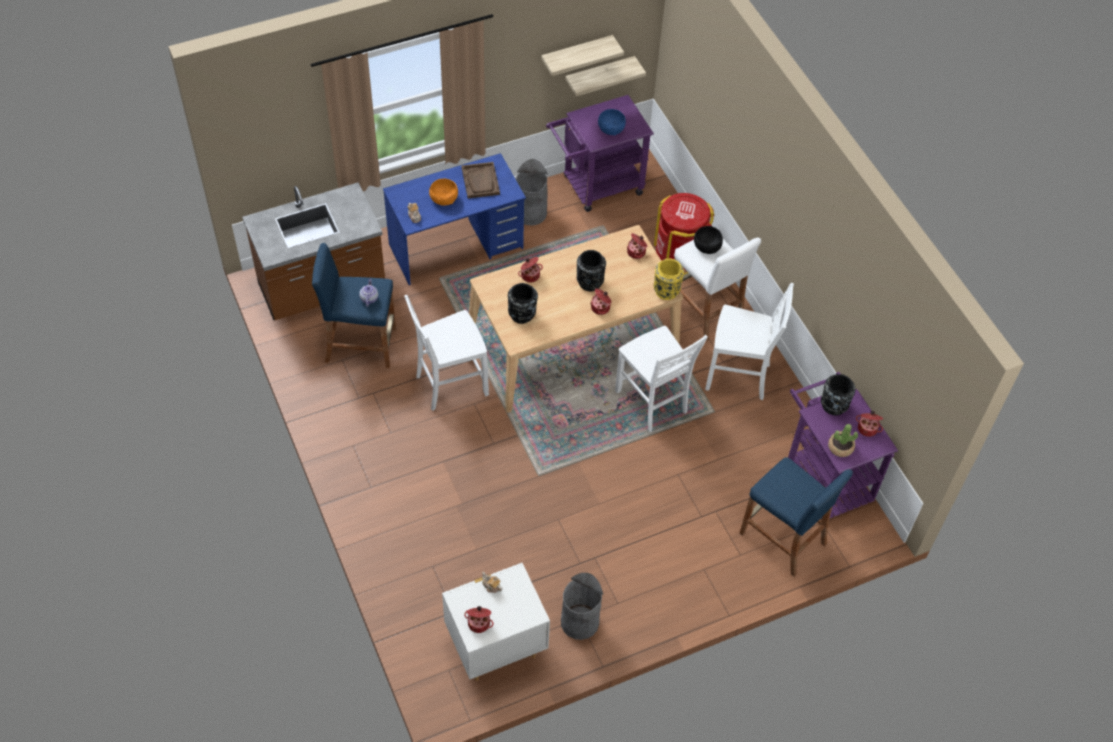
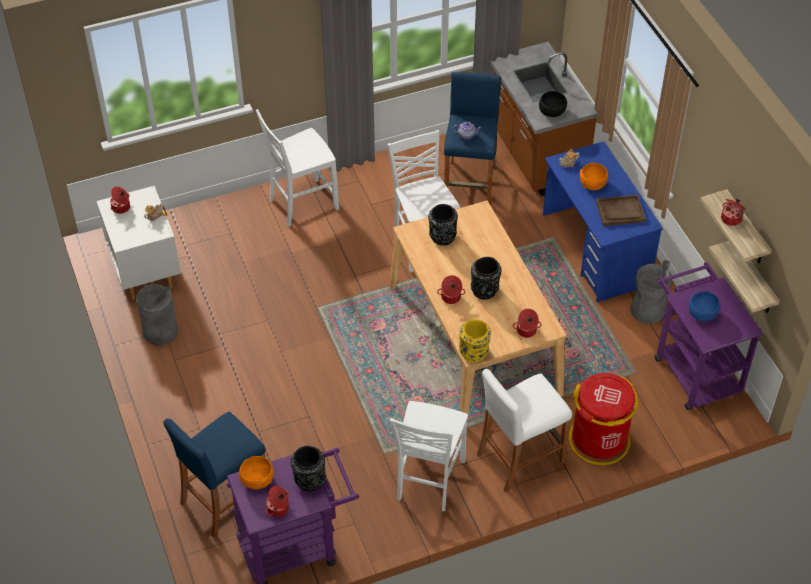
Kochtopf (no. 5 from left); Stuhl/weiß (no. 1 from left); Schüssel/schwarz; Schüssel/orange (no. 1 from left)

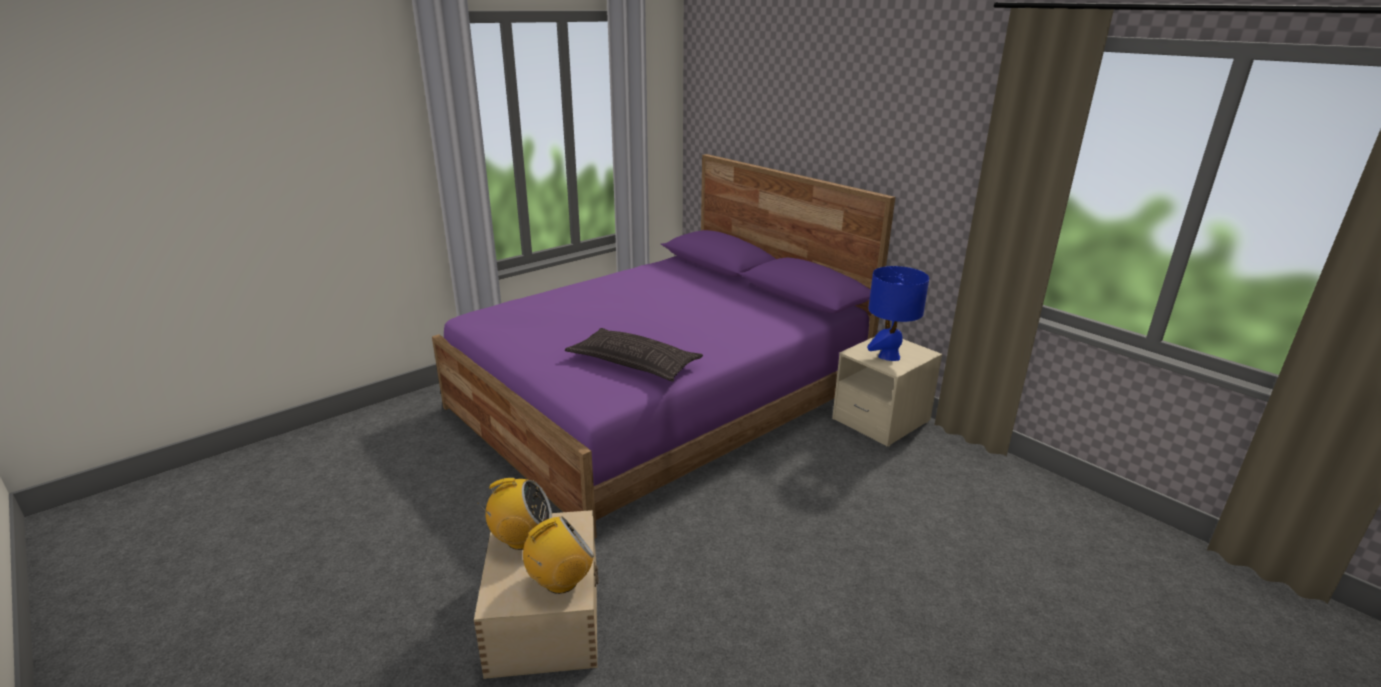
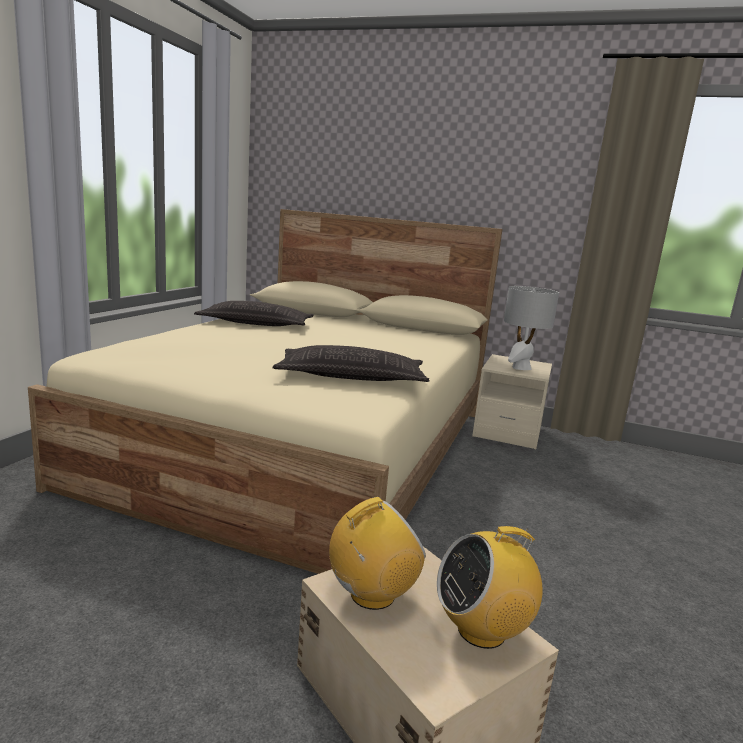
Bett/beige; Radio (no. 2 from left); Tischlampe/grau; Kissen (no. 1 from left)

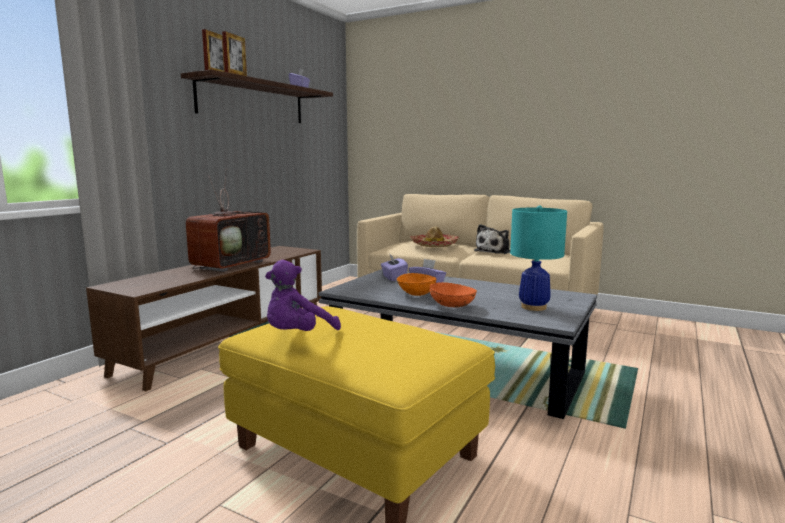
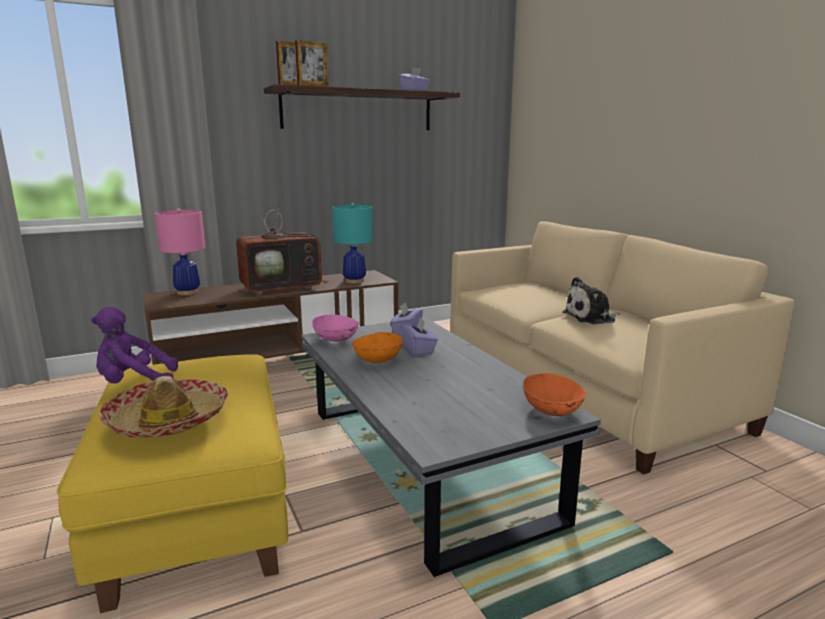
Hut; Schüssel/orange (no. 2 from left); Tischlampe/türkis; Tischlampe/rosa; Schüssel/rosa

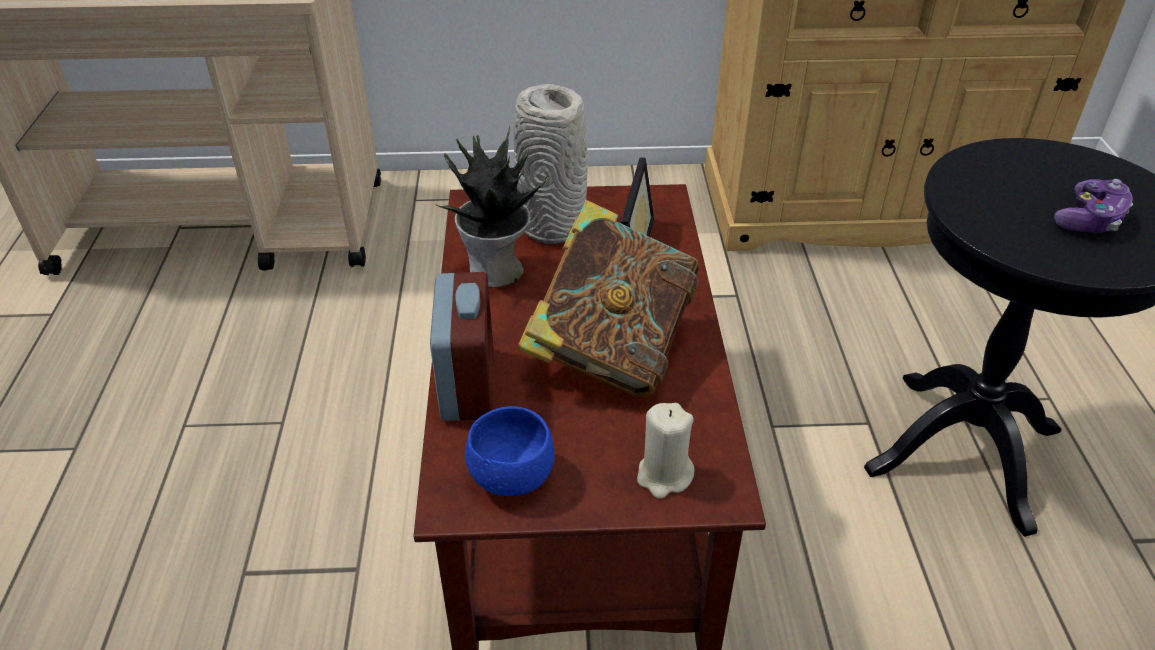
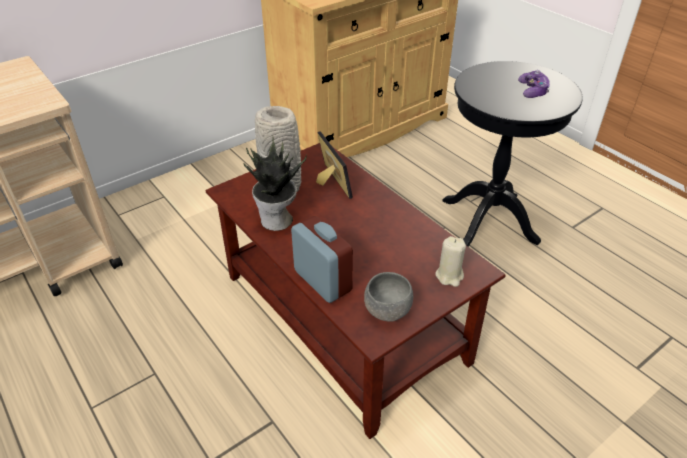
Schüssel/grau; Buch

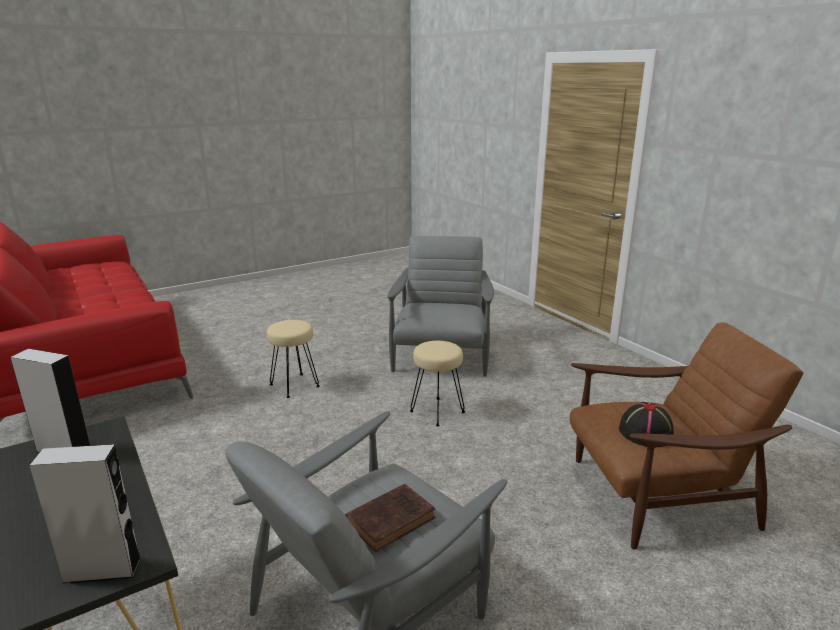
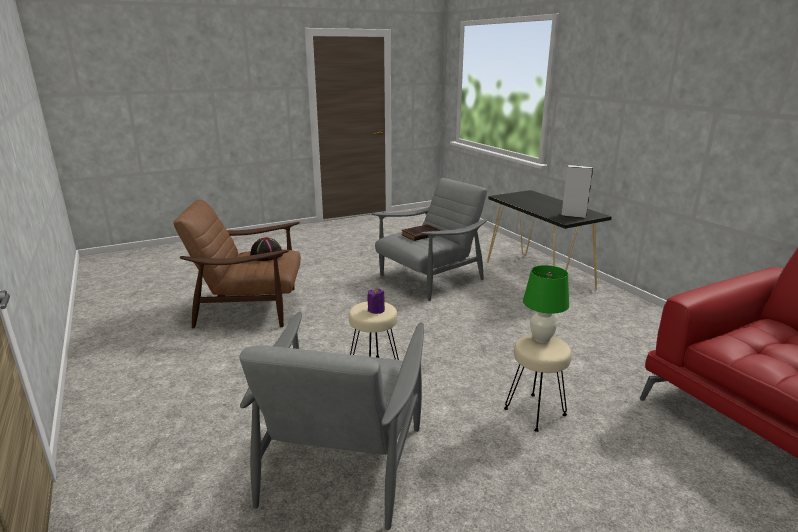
Lautsprecher/grau (no. 2 from left in the first image); Kerze/lila; Tischlampe/grün

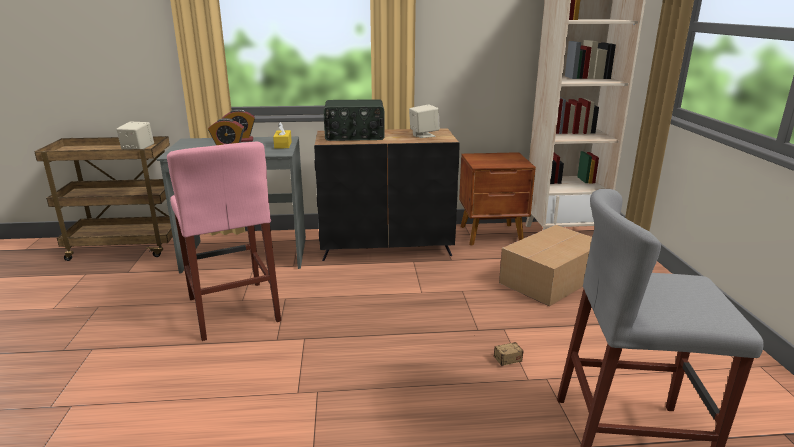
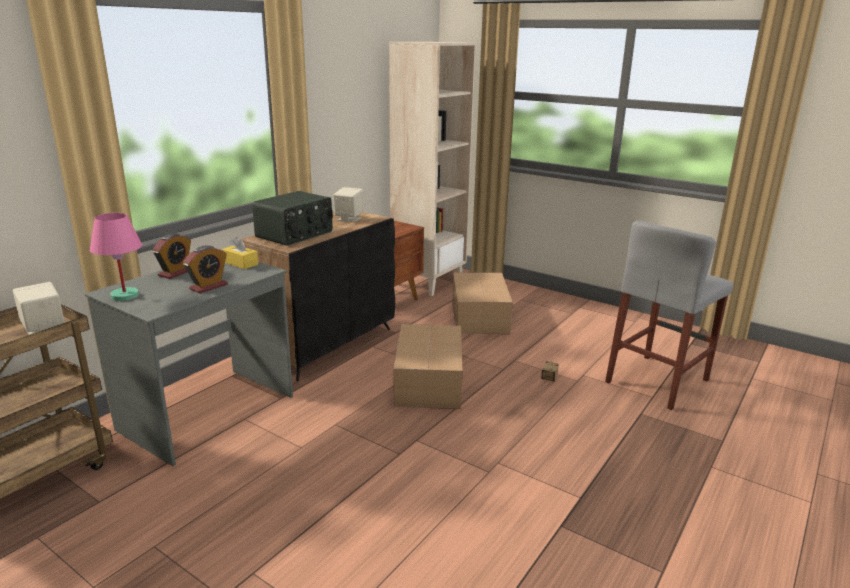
Hocker/rosa; Tischlampe/rosa; Karton (no. 1 from left)

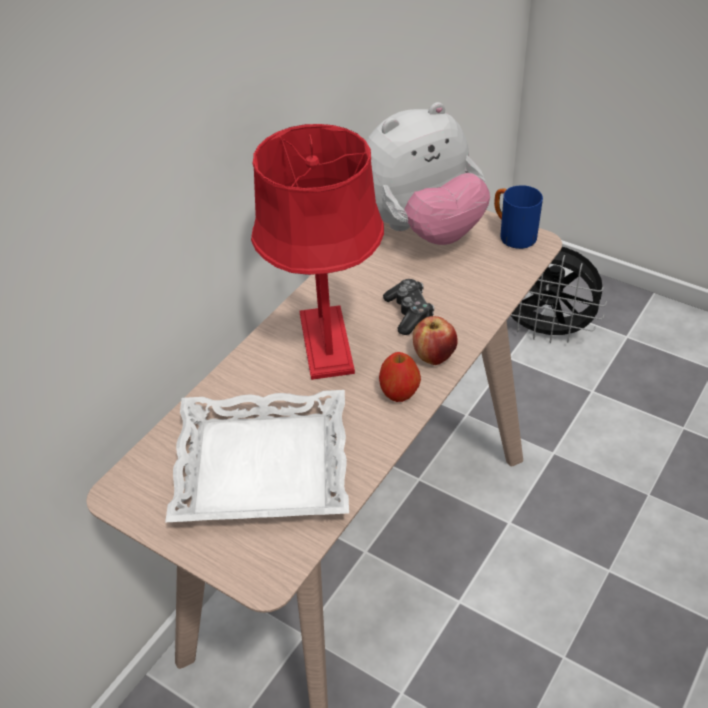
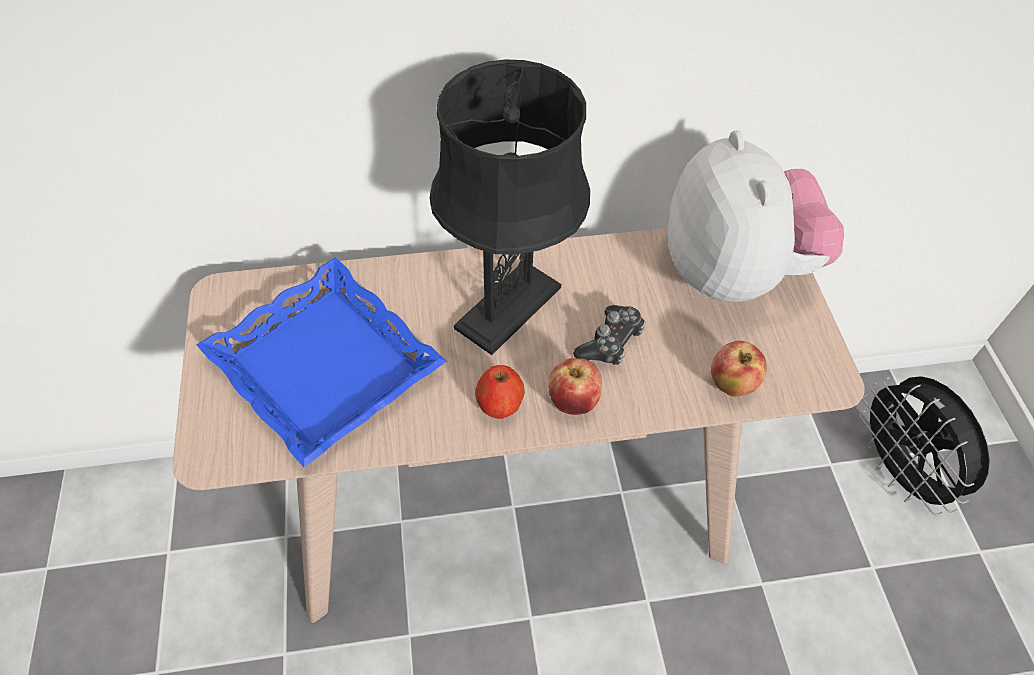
Tablett/blau; Tischlampe/schwarz; Plüschtier; Henkelbecher/blau; Apfel (no. 3 from left)

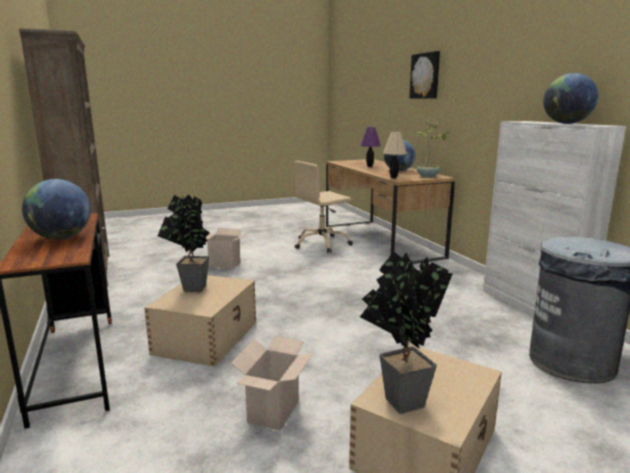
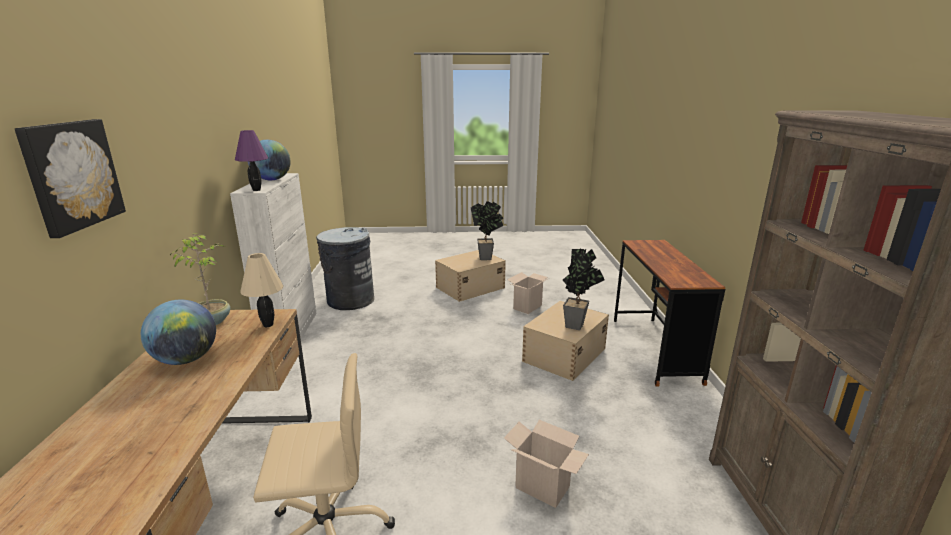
Globus (no. 1 from left in the first image); Tischlampe/lila

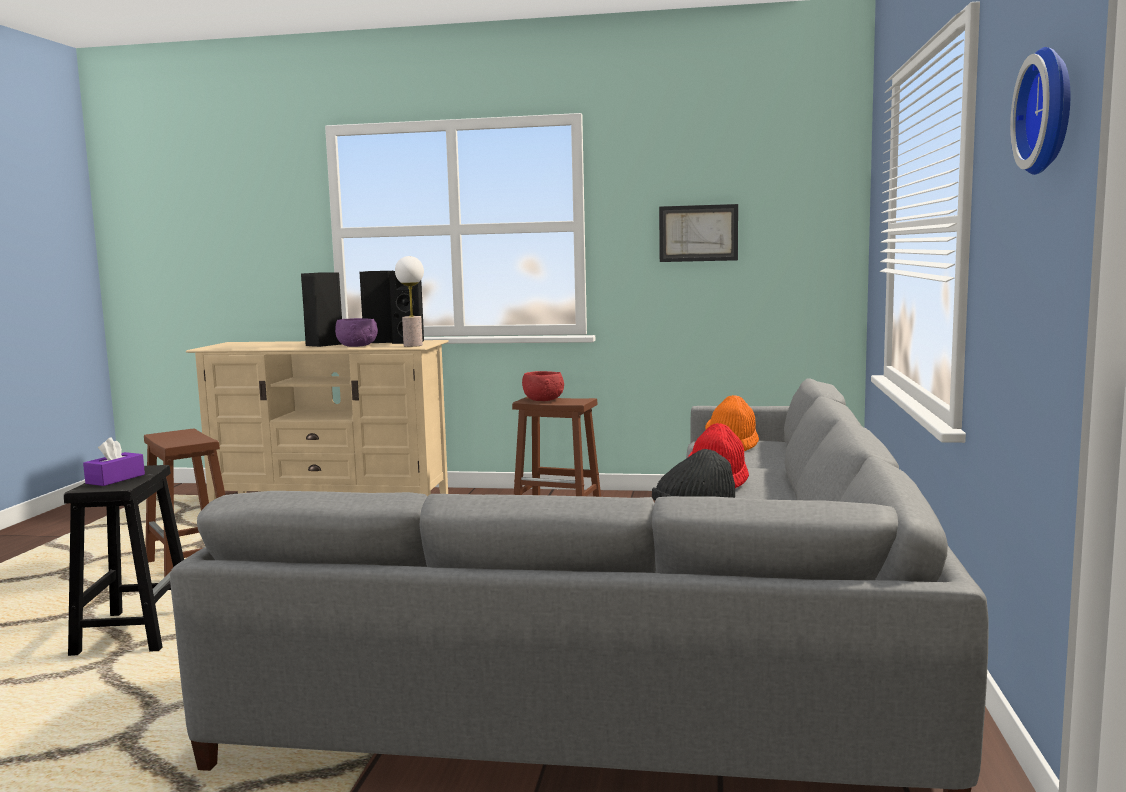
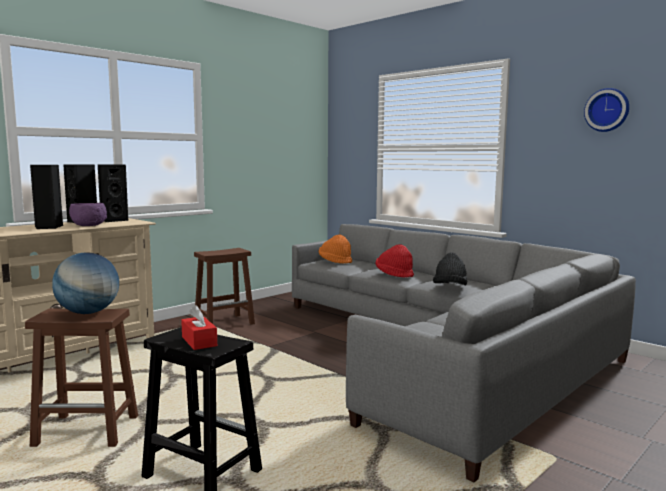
Taschentuchbox/rot; Tischlampe; Schüssel/rot; Bild; Globus

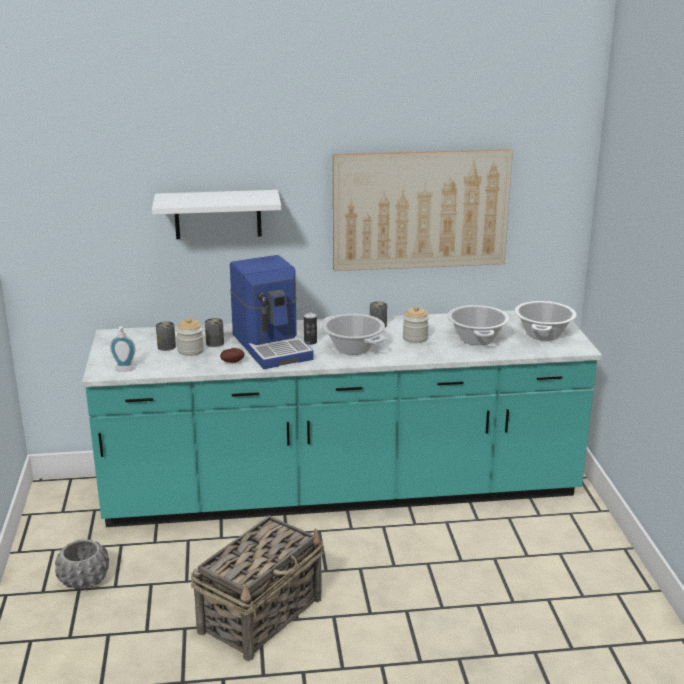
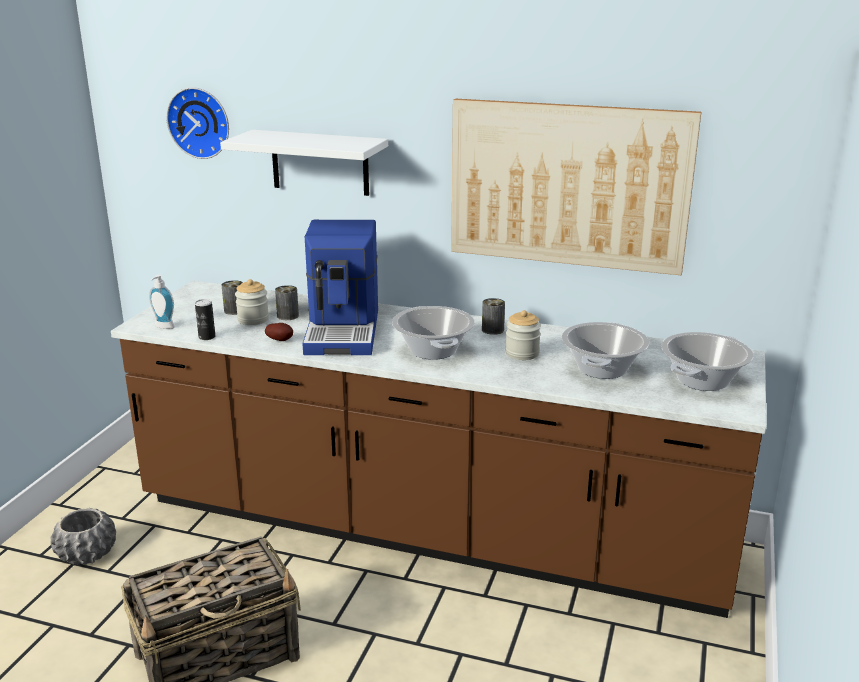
Küchenzeile/braun; Dose (no. 1 from left); Wanduhr

